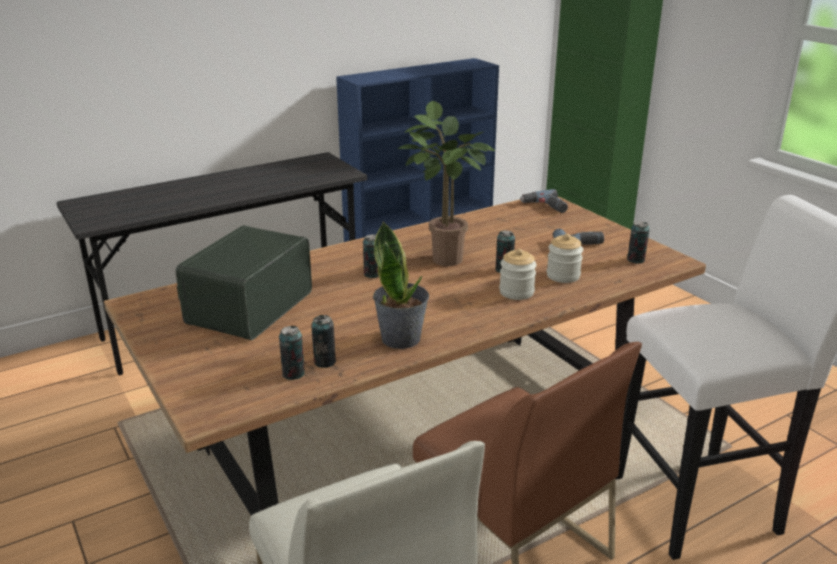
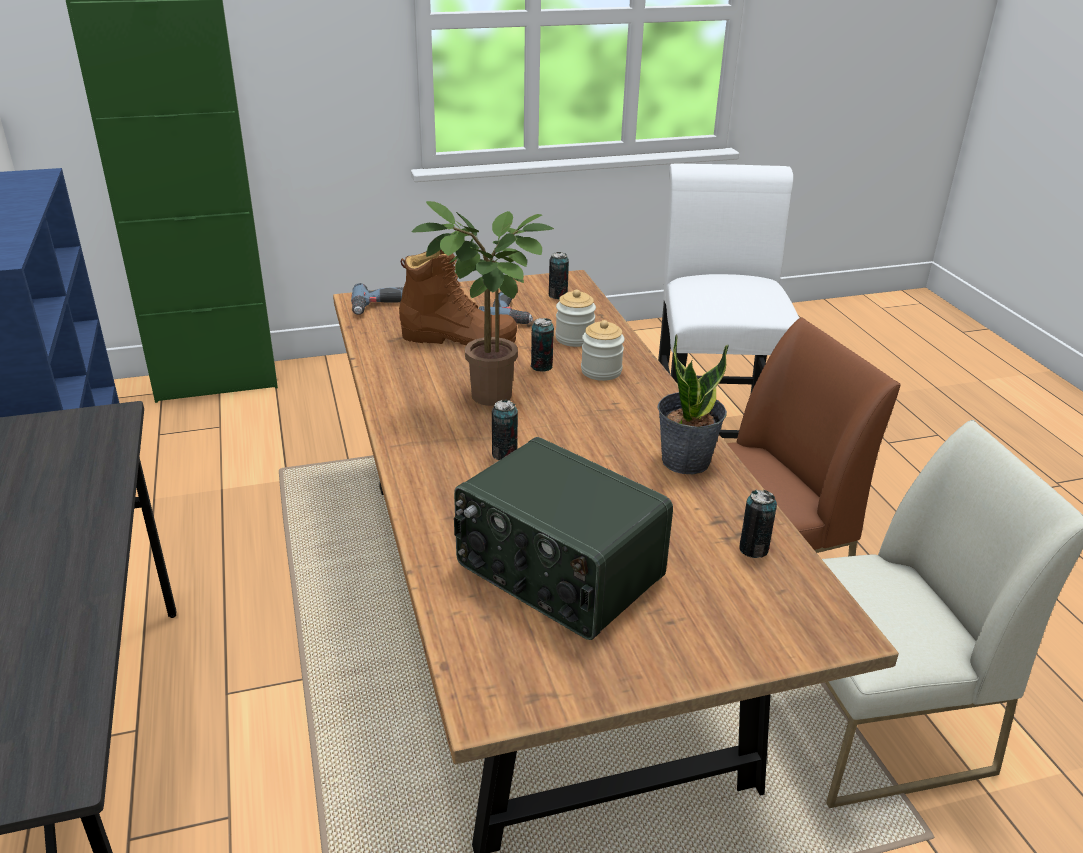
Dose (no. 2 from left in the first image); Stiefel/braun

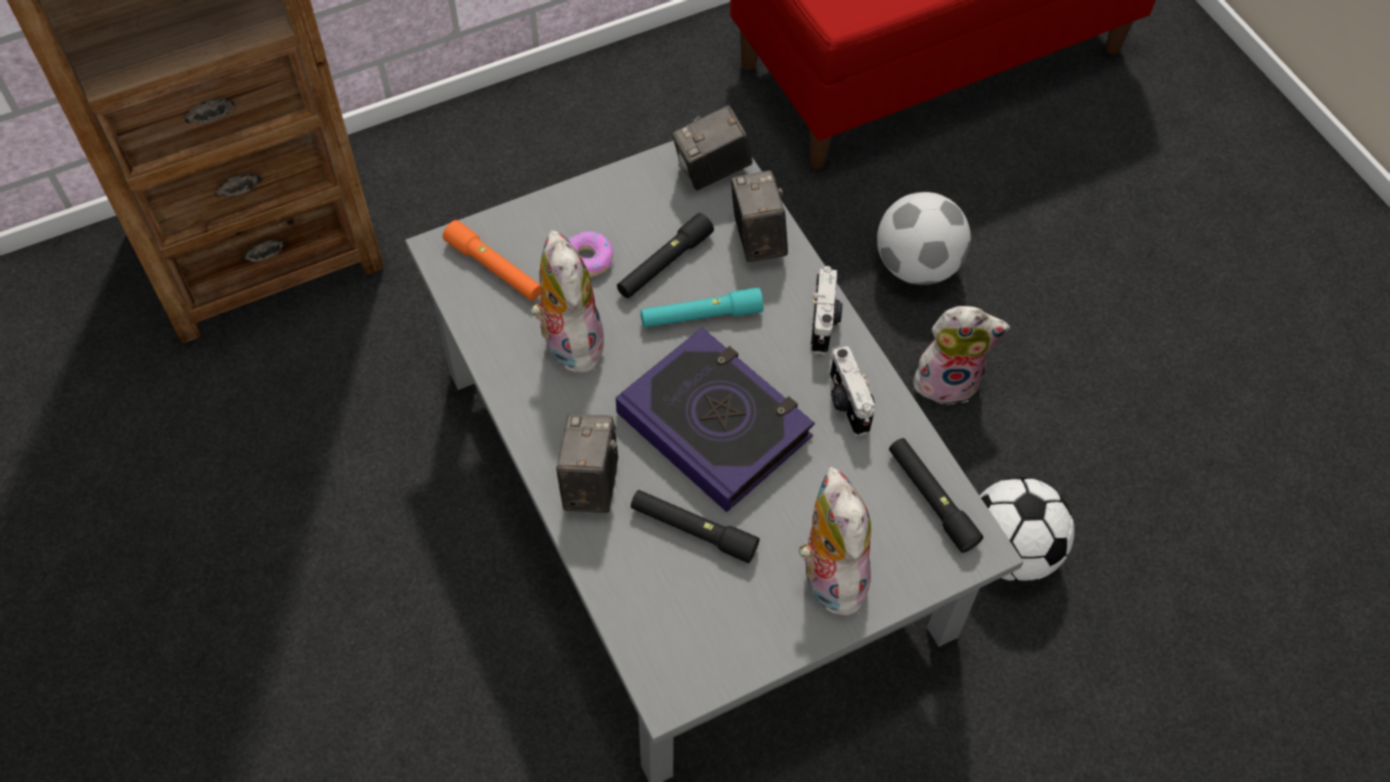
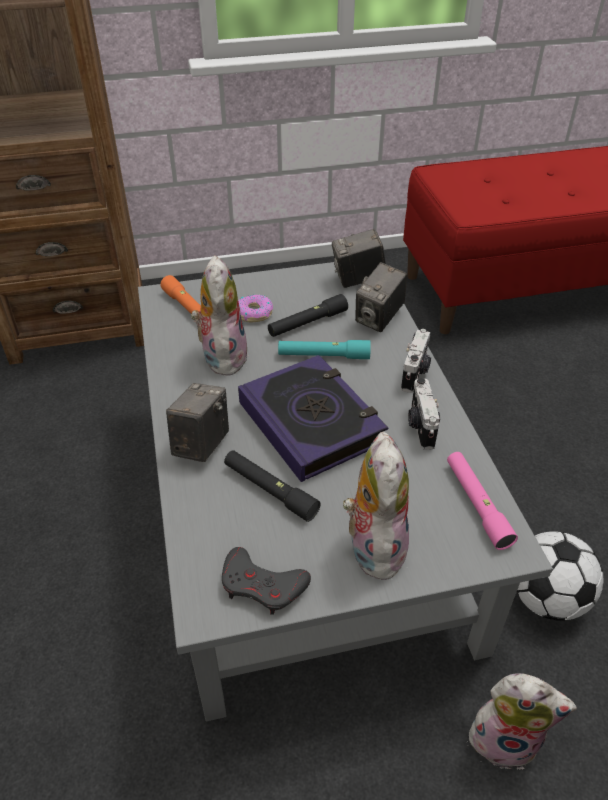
Kamera (no. 3 from left); Fußball (no. 1 from left in the first image); Taschenlampe/rosa; Plüschtier (no. 3 from left); Gamepad/grau

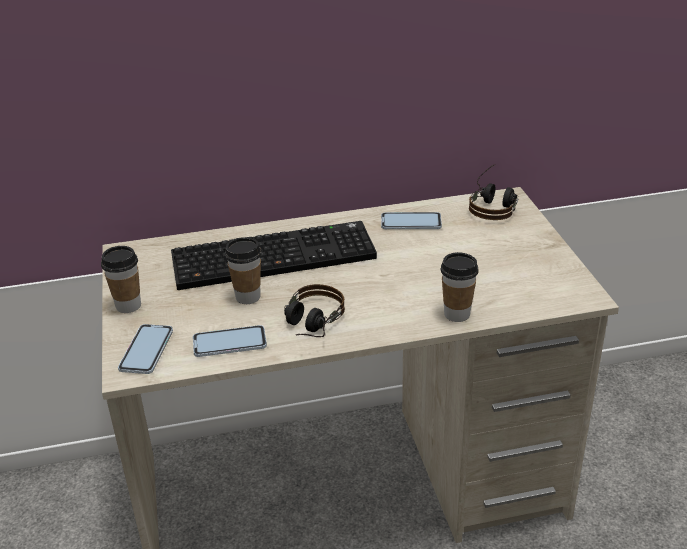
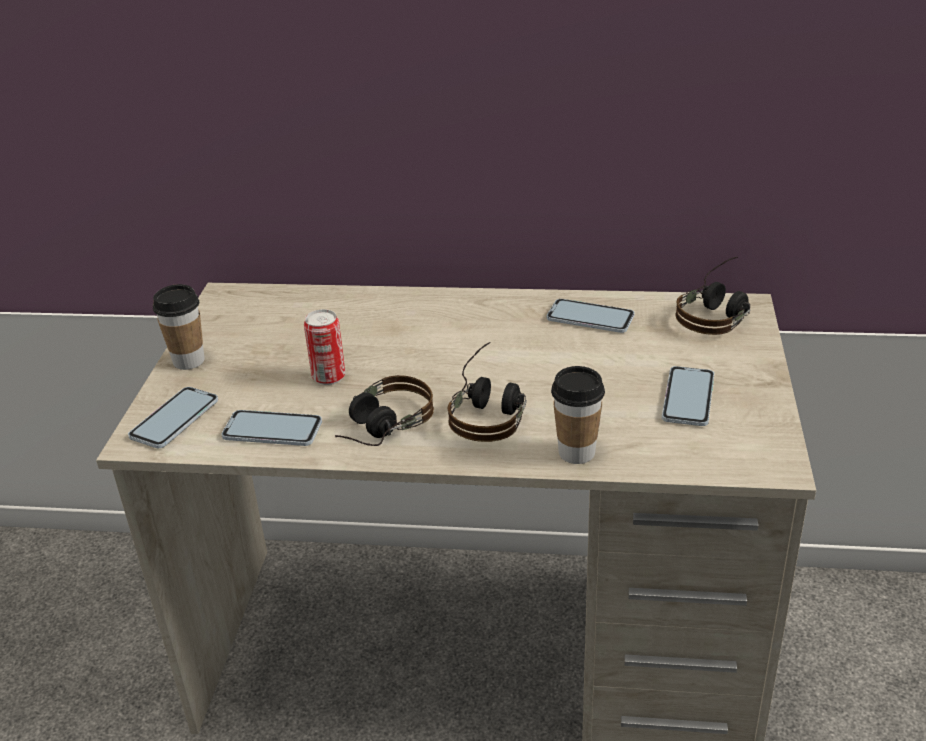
Tastatur; Dose; Kopfhörer (no. 2 from left); Handy (no. 4 from left)

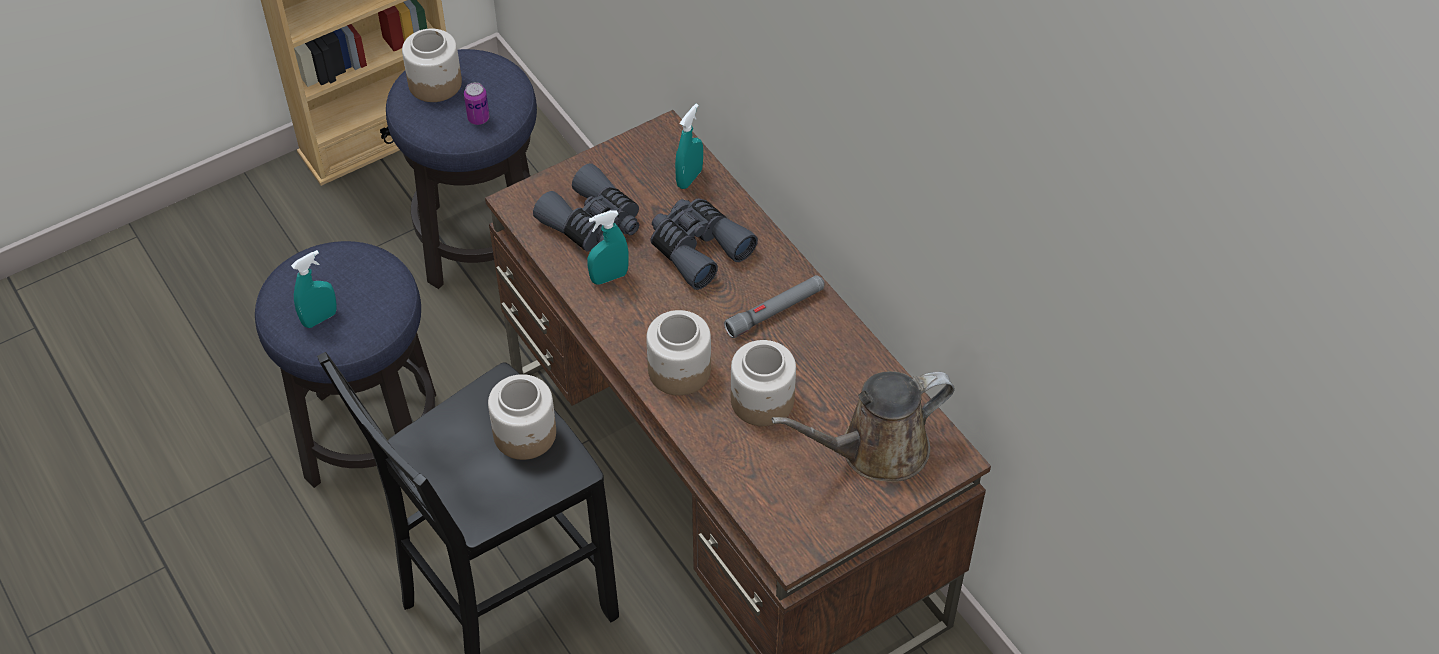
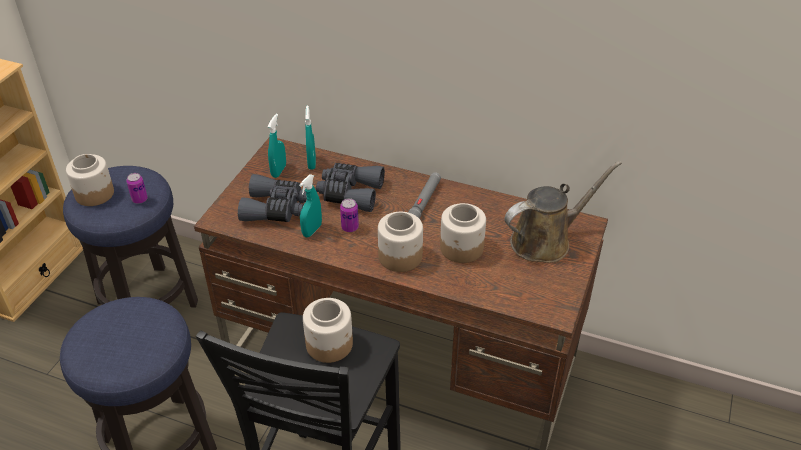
Sprühflasche/türkis (no. 1 from left); Gießkanne/braun; Dose (no. 2 from left)

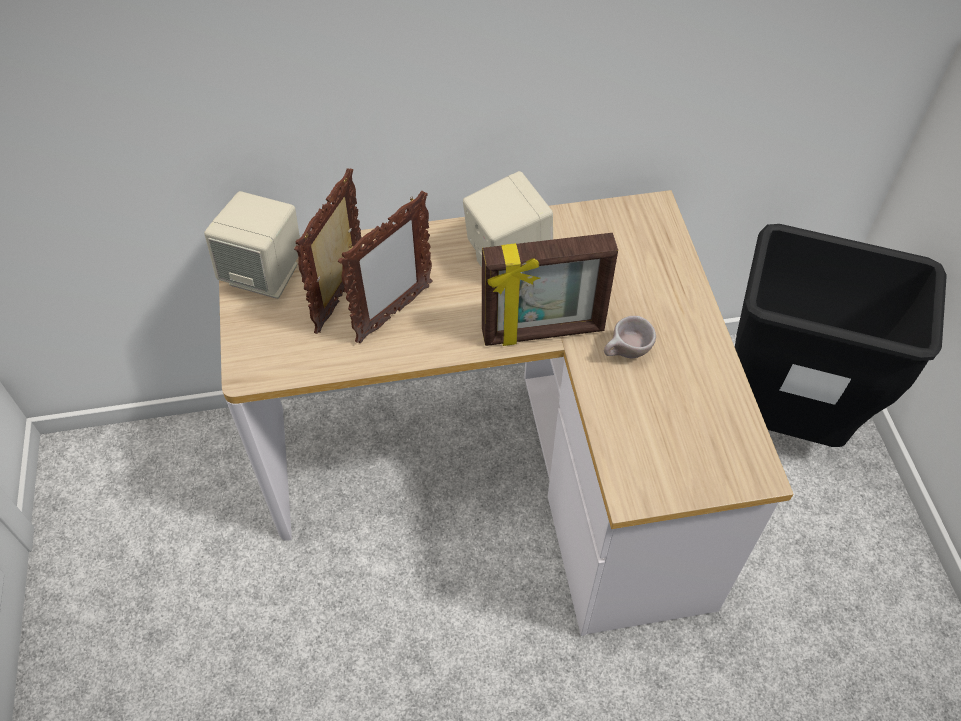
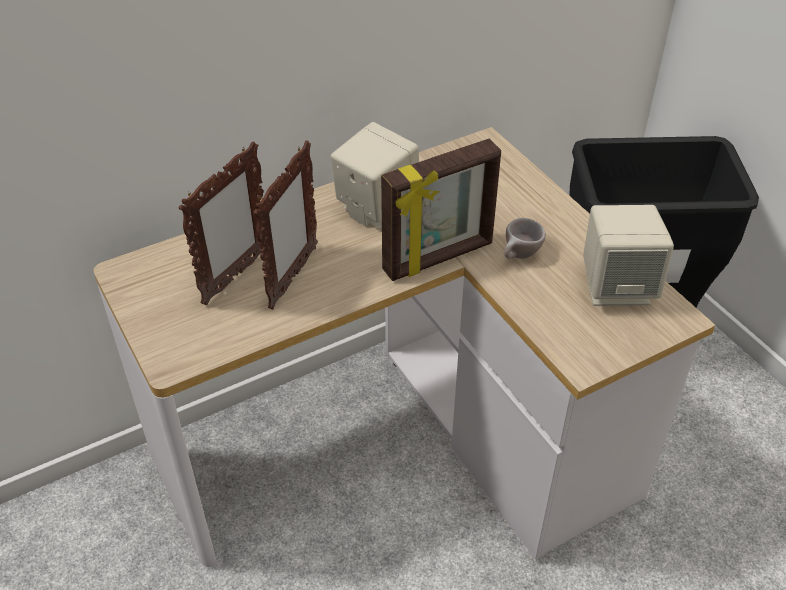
Lautsprecher/beige (no. 2 from left); Bilderrahmen (no. 1 from left)

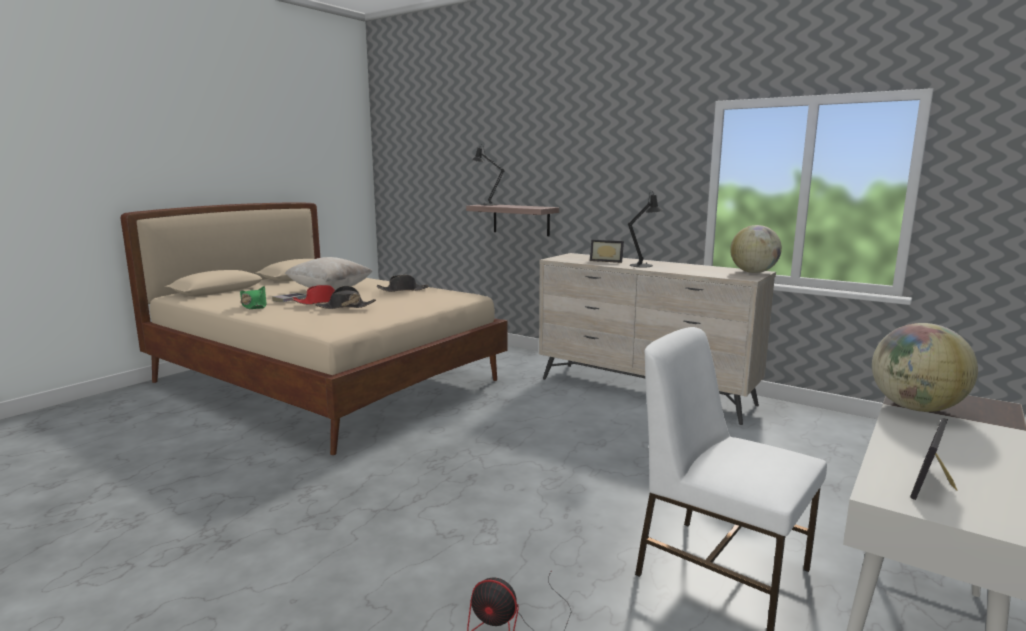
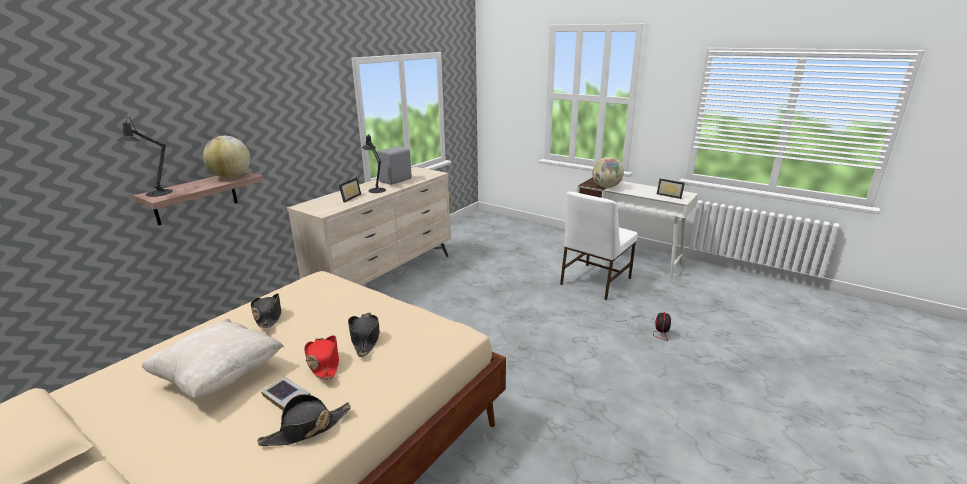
Hut/schwarz (no. 2 from left); Globus (no. 1 from left); Lautsprecher/grau

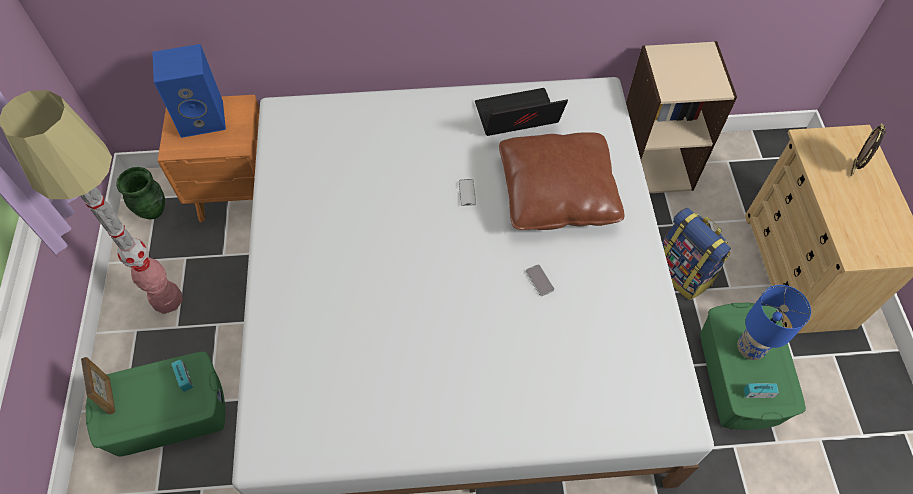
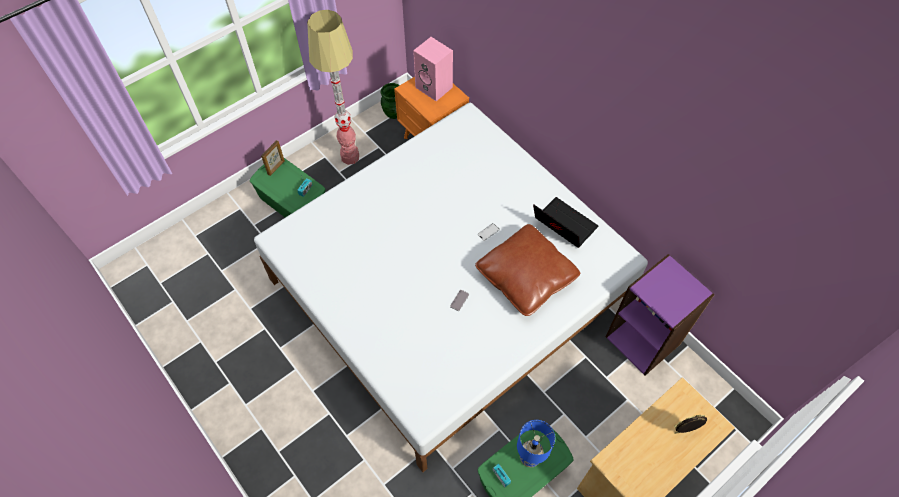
Lautsprecher/rosa; Bücherregal/lila; Rucksack

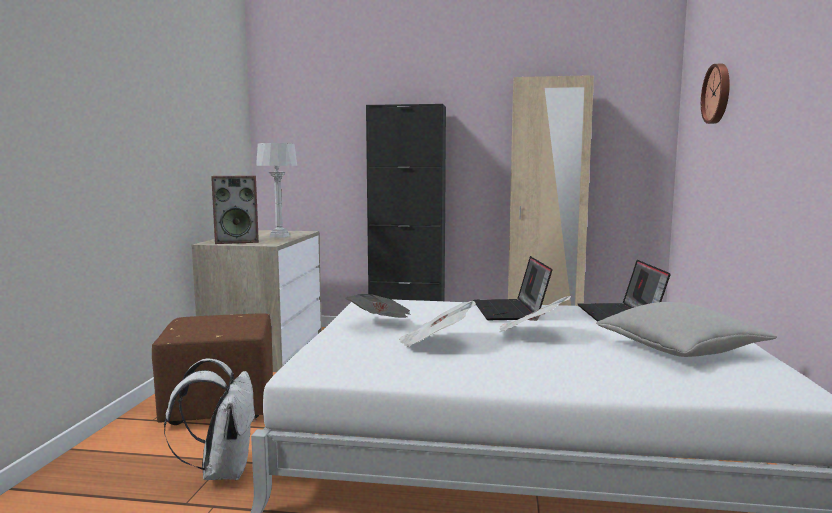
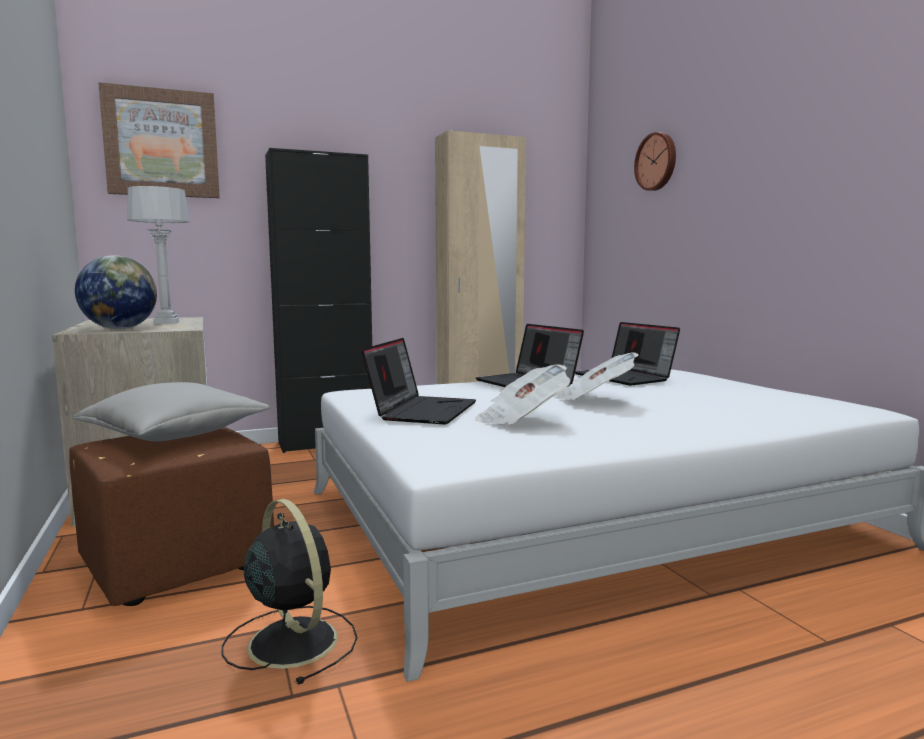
Ventilator/schwarz; Globus; Laptop (no. 1 from left); Kissen/grau; Bild

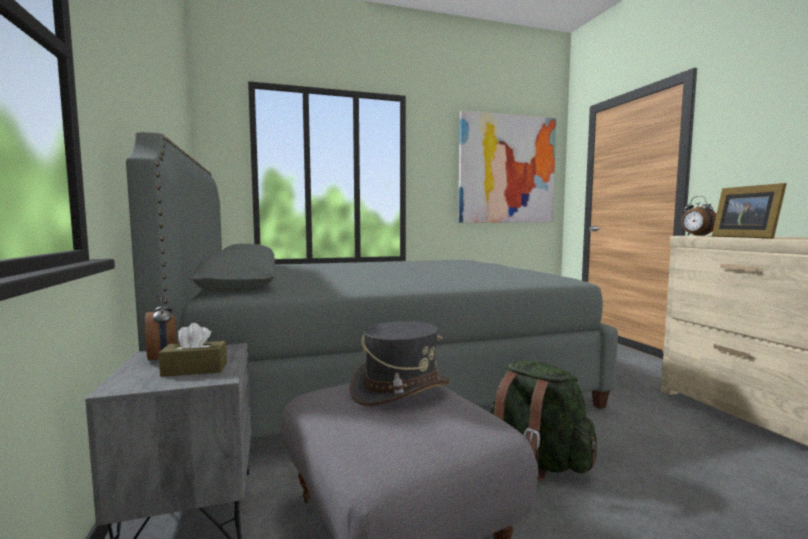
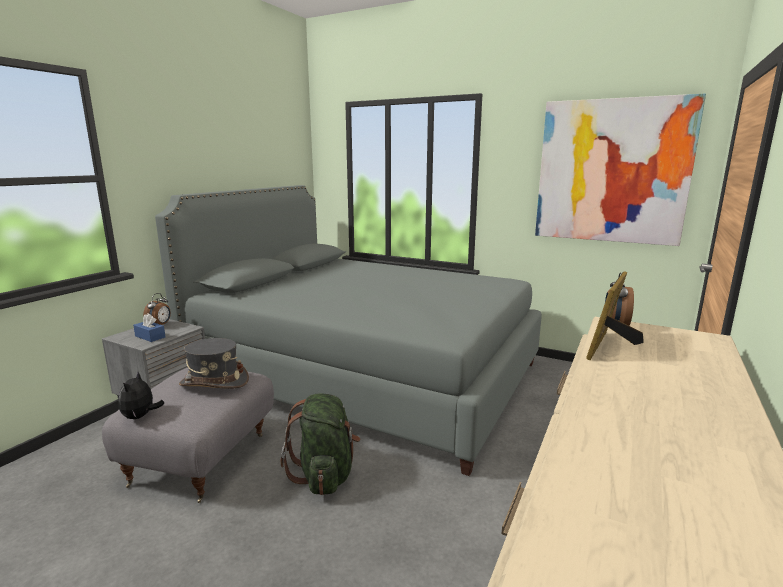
Taschentuchbox/blau; Plüschtier

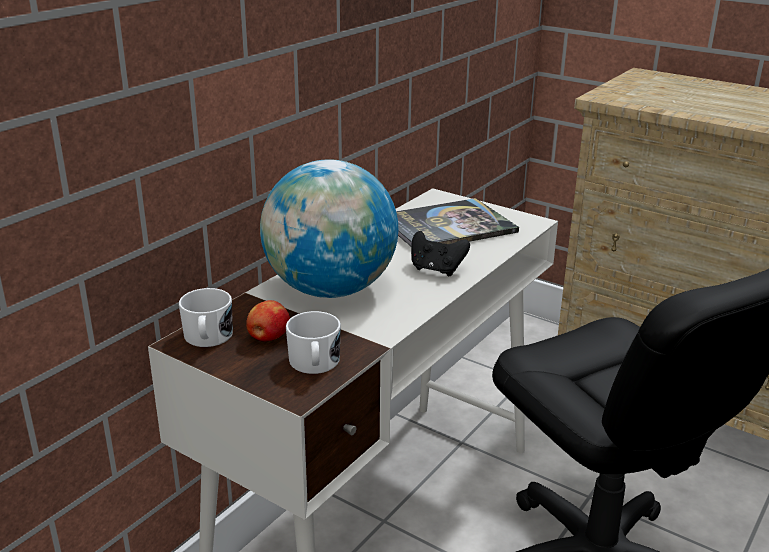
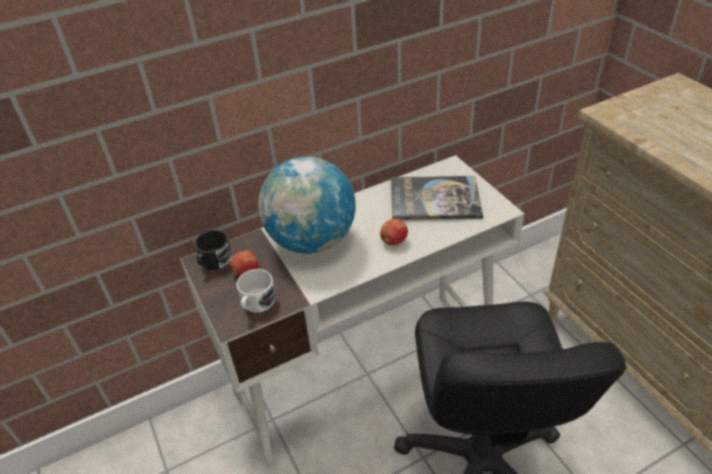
Henkelbecher/schwarz; Apfel (no. 2 from left)

